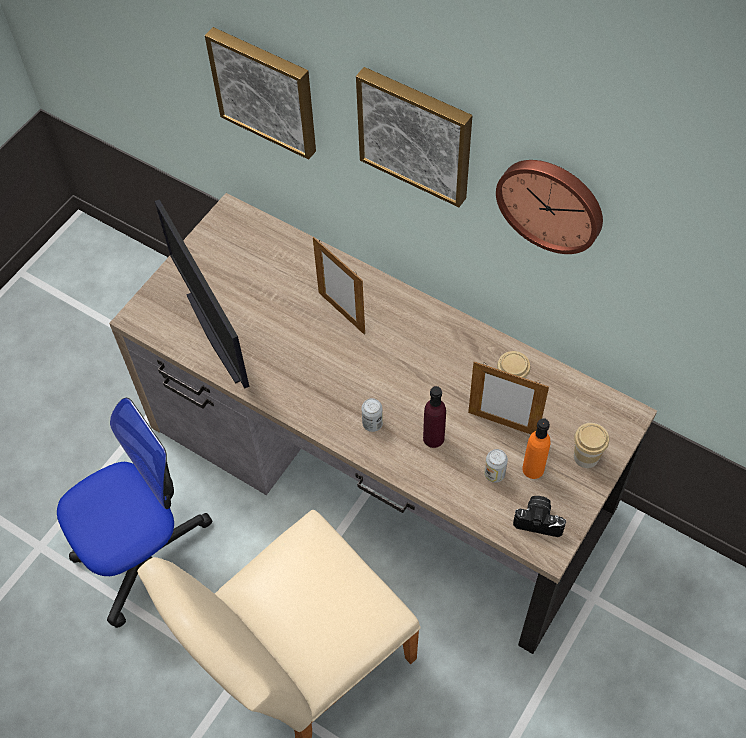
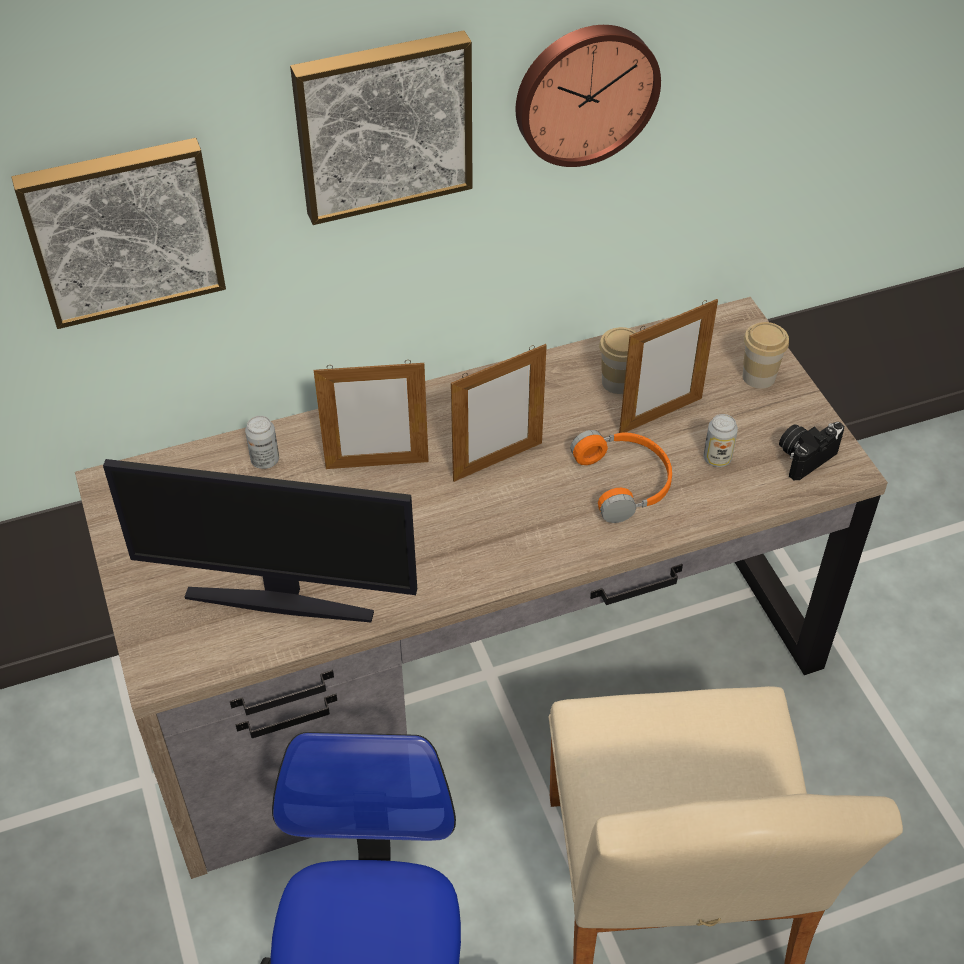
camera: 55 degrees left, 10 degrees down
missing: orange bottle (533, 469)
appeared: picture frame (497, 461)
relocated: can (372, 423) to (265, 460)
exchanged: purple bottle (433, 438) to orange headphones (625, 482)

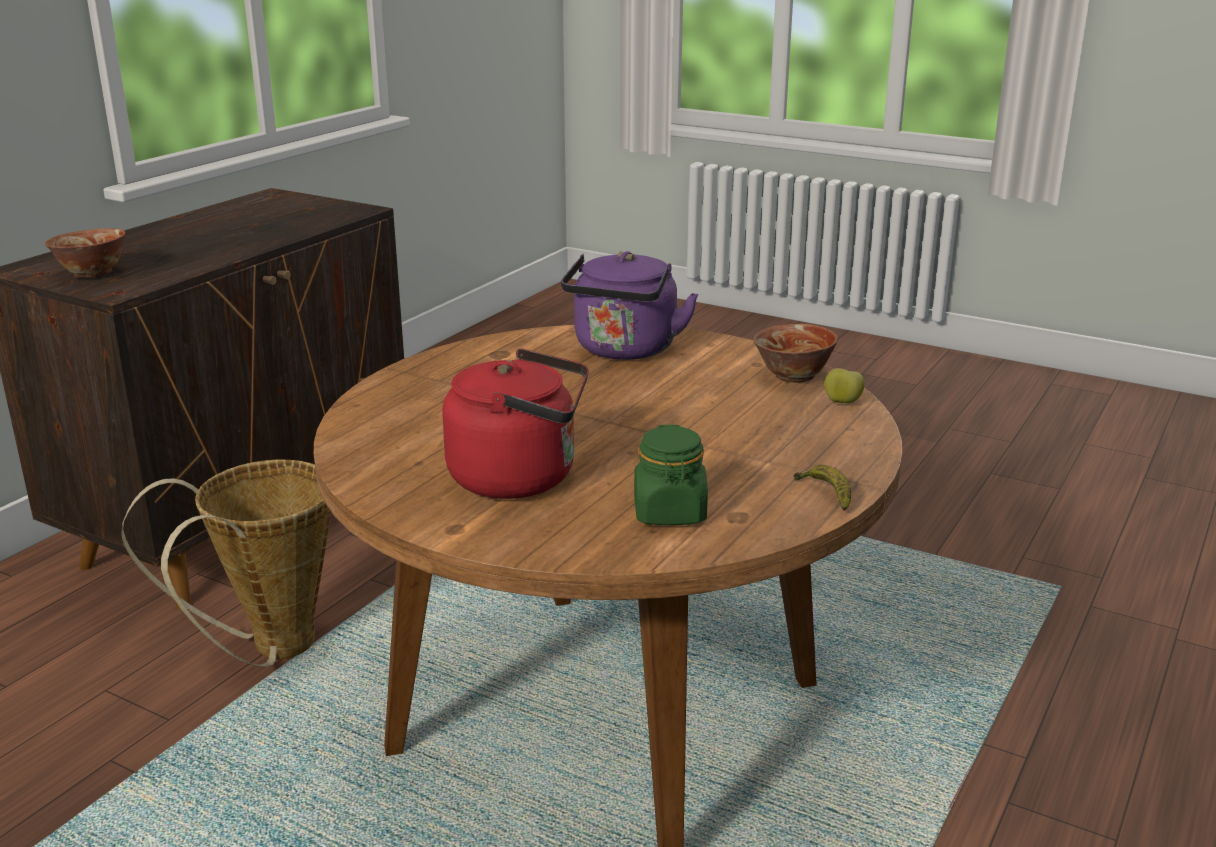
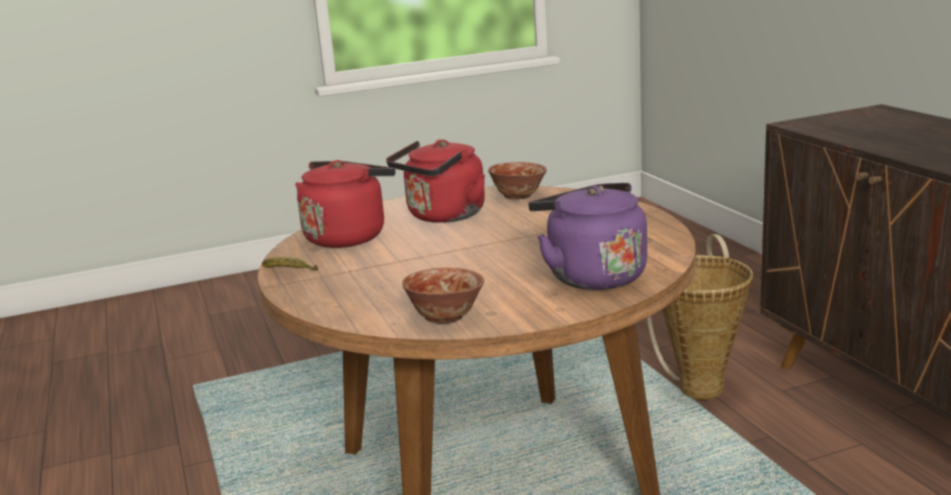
camera: 130 degrees right, 5 degrees down
missing: apple (842, 402)
relocated: bowl (92, 274) to (518, 196)
exchanged: green jar (670, 512) to red kettle (348, 236)

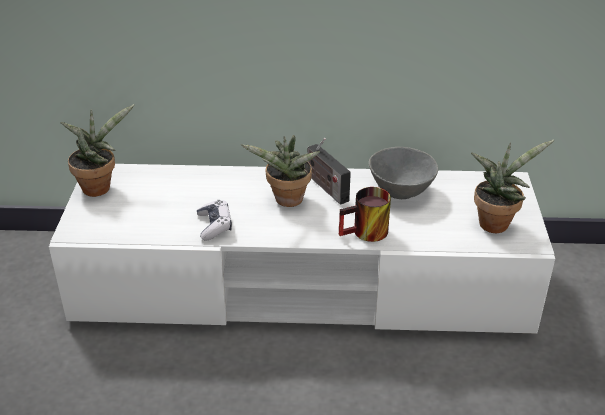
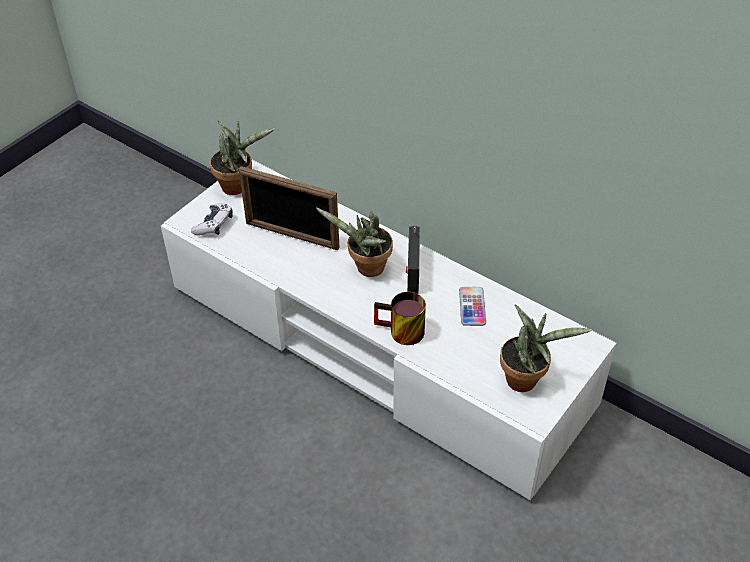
camera: 35 degrees right, 10 degrees up
appeared: picture frame (291, 236)
relocated: game controller (214, 226) to (214, 225)
exchanged: grey bowl (401, 192) to phone (472, 307)

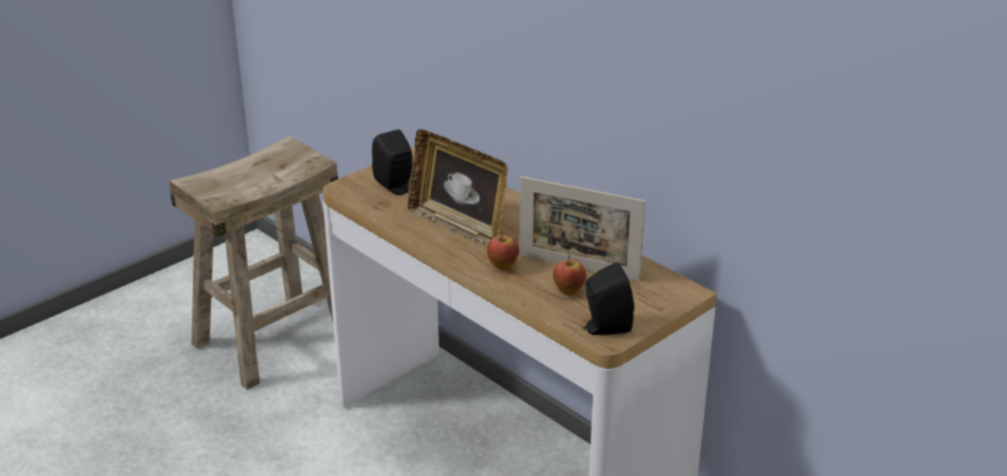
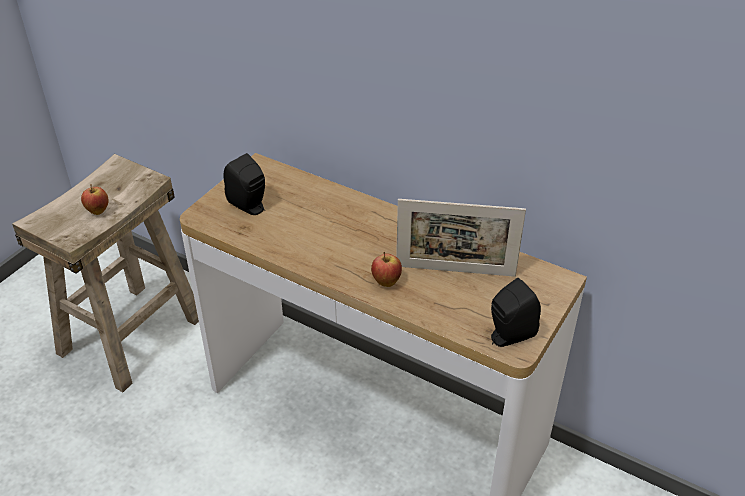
camera: 15 degrees left, 10 degrees up
missing: picture frame (459, 227)
relocated: apple (568, 291) to (98, 211)

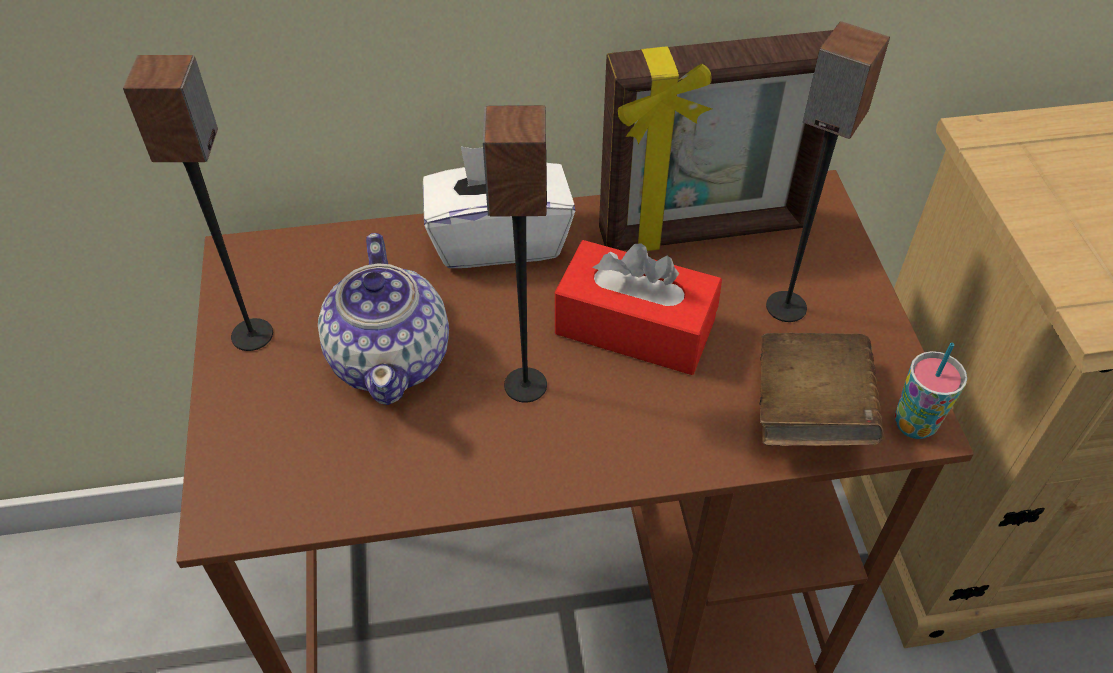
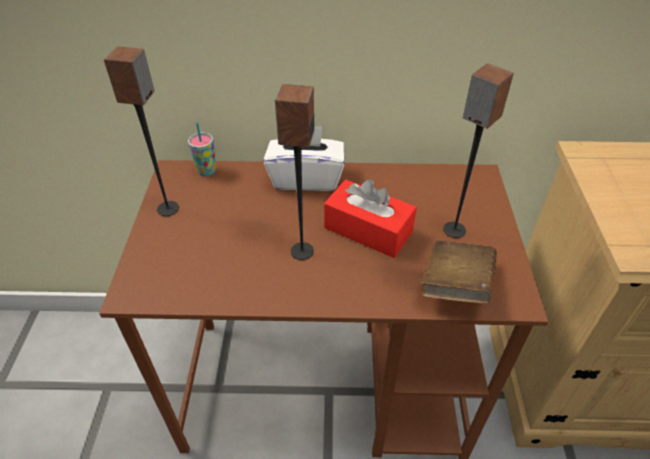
camera: 10 degrees right, 5 degrees down
missing: teapot (391, 358); picture frame (703, 232)
relocated: cup (914, 424) to (206, 171)

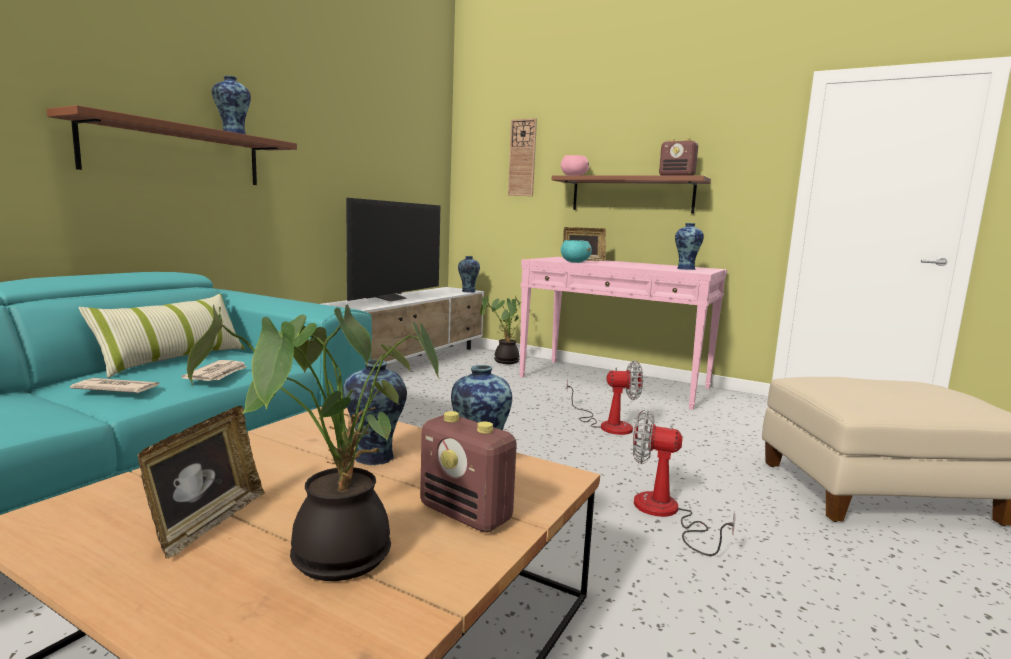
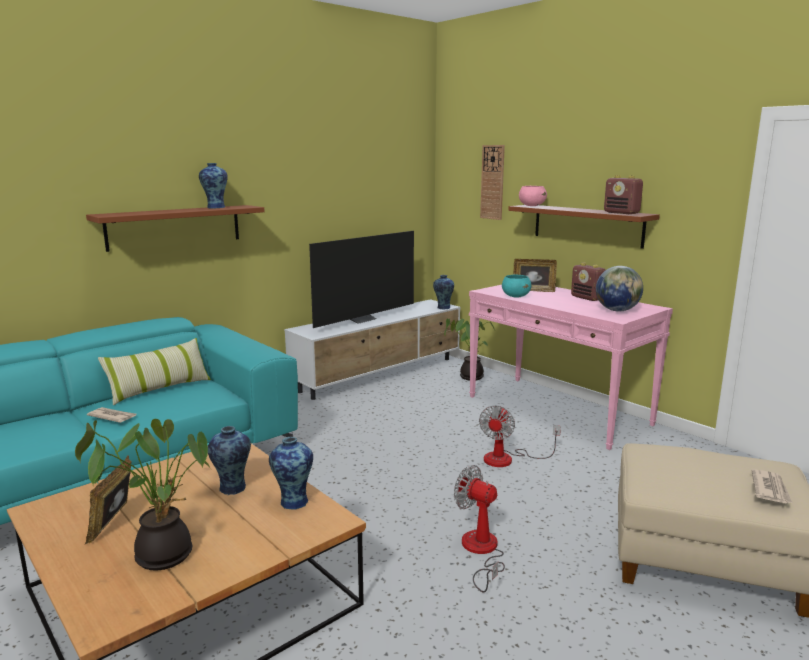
camera: 20 degrees right, 5 degrees up
relocated: radio (466, 514) to (587, 298); newspaper (218, 374) to (770, 489)
exchanged: vase (686, 269) to globe (617, 310)
spun: picture frame (207, 523) = (114, 523) 150 degrees clockwise; fan (607, 425) = (508, 459) 90 degrees clockwise

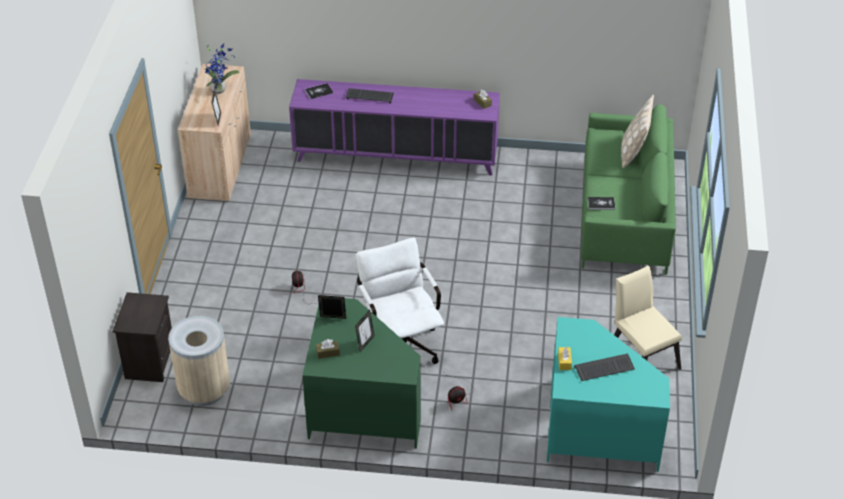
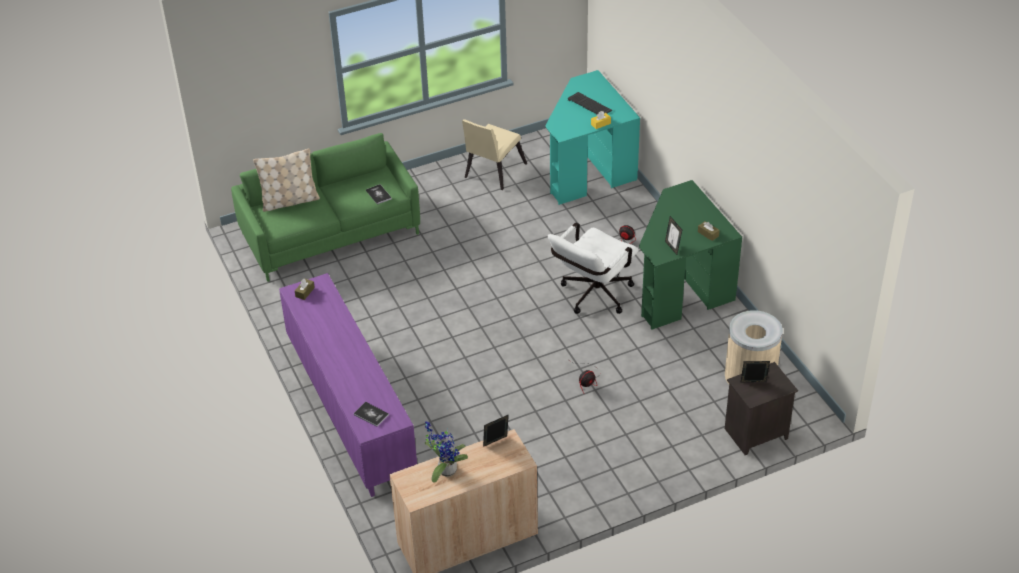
camera: 120 degrees left, 0 degrees up
missing: keyboard (370, 96)
relocated: picture frame (365, 343) to (753, 383)

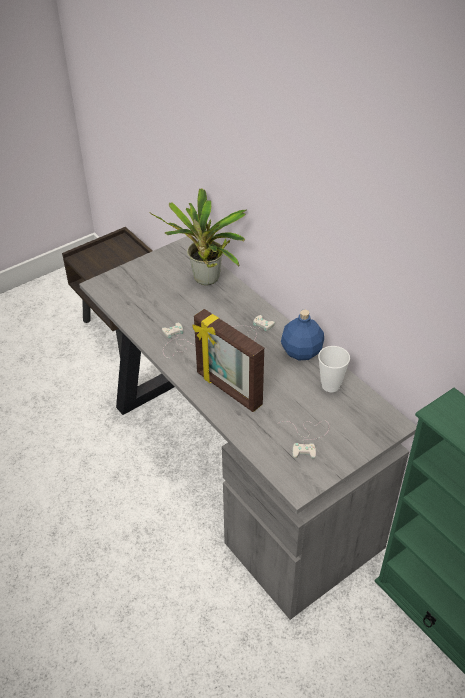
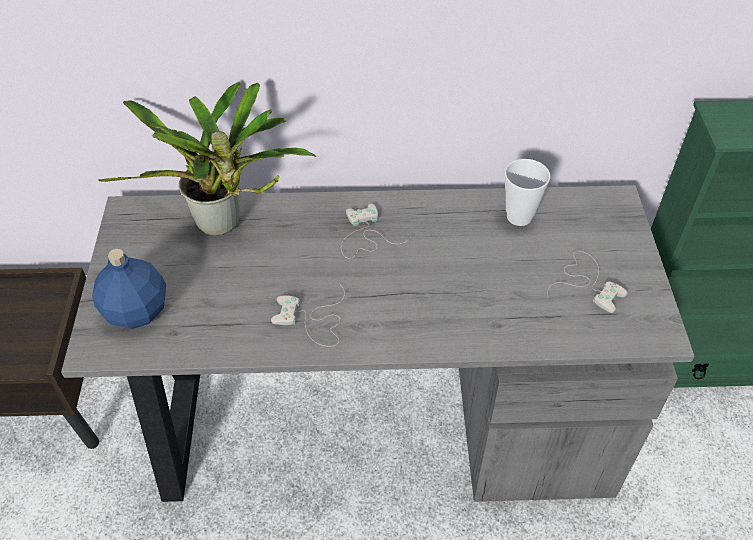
camera: 55 degrees left, 5 degrees up
missing: picture frame (228, 390)
relocated: blue bottle (301, 352) to (137, 312)

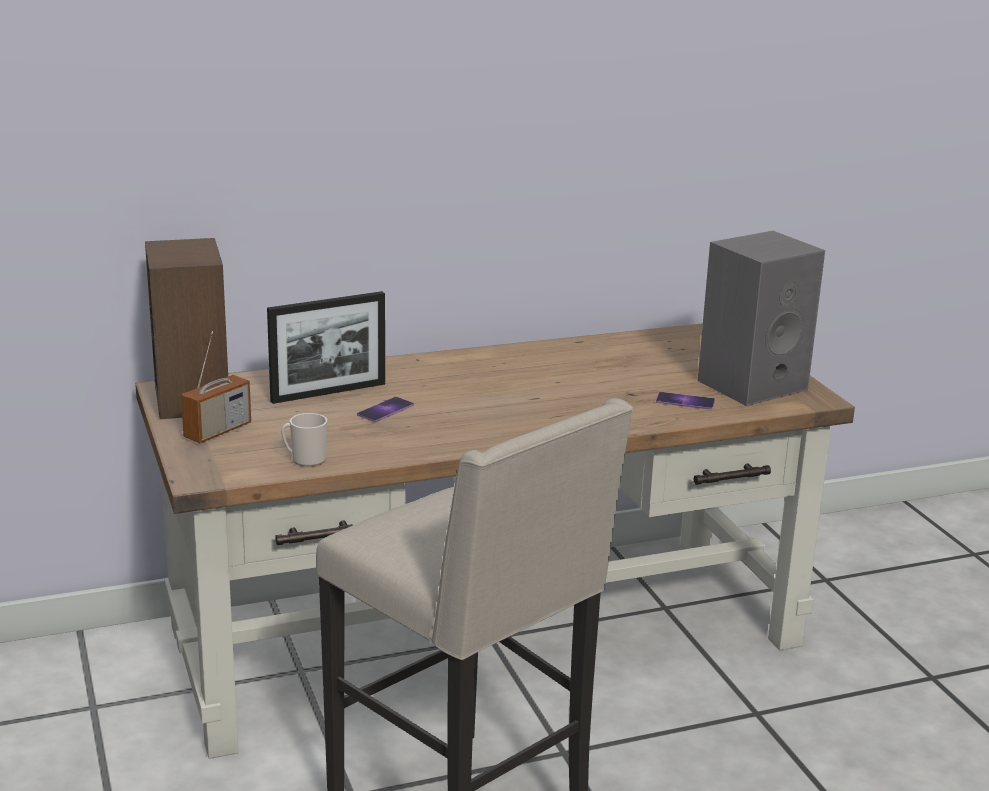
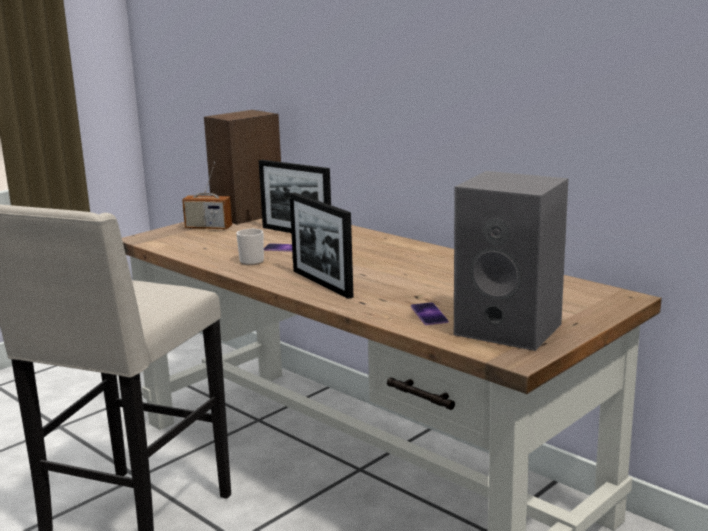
camera: 65 degrees right, 5 degrees down
appeared: picture frame (322, 283)
relocated: mug (305, 459) to (250, 260)

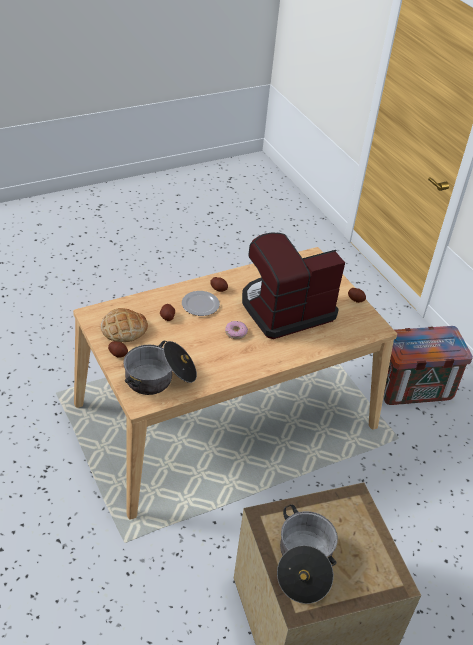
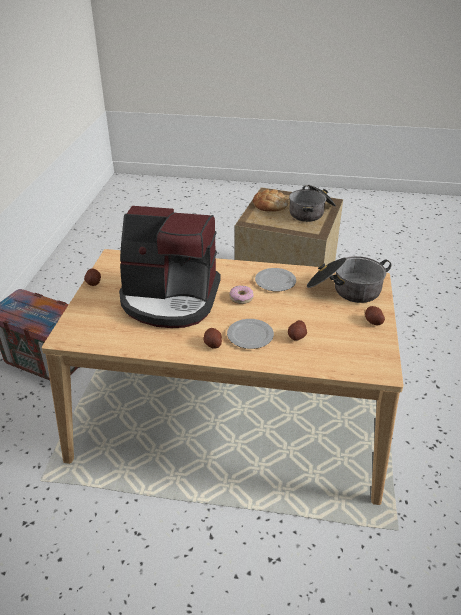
camera: 140 degrees left, 5 degrees down
appeared: plate (274, 281)
relocated: bread (123, 329) to (270, 205)

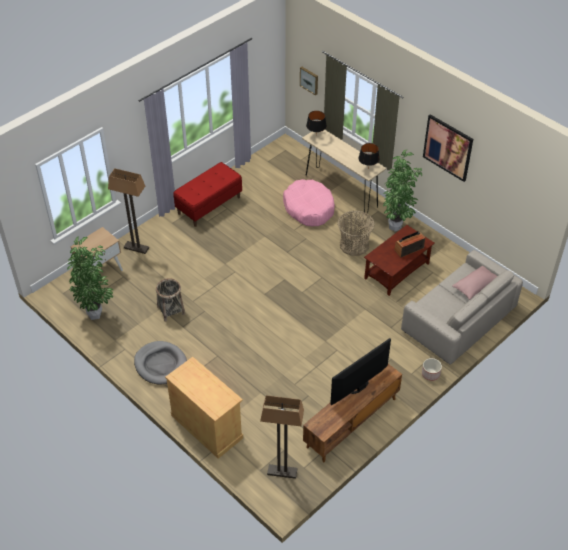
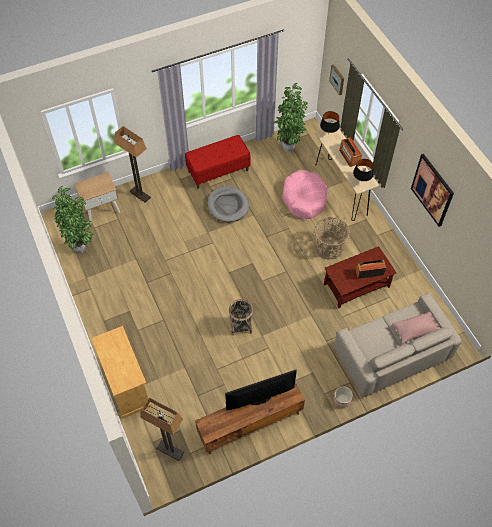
camera: 20 degrees right, 10 degrees up
appeared: radio (349, 156)
relocated: grey dog bed (160, 364) to (228, 205); basket (171, 310) to (241, 325); potted plant (396, 228) to (289, 149)

